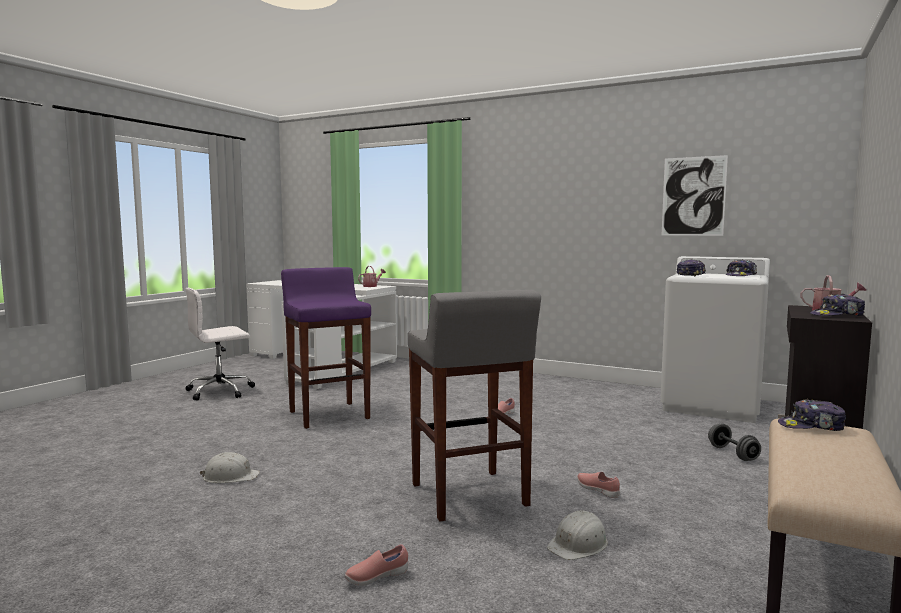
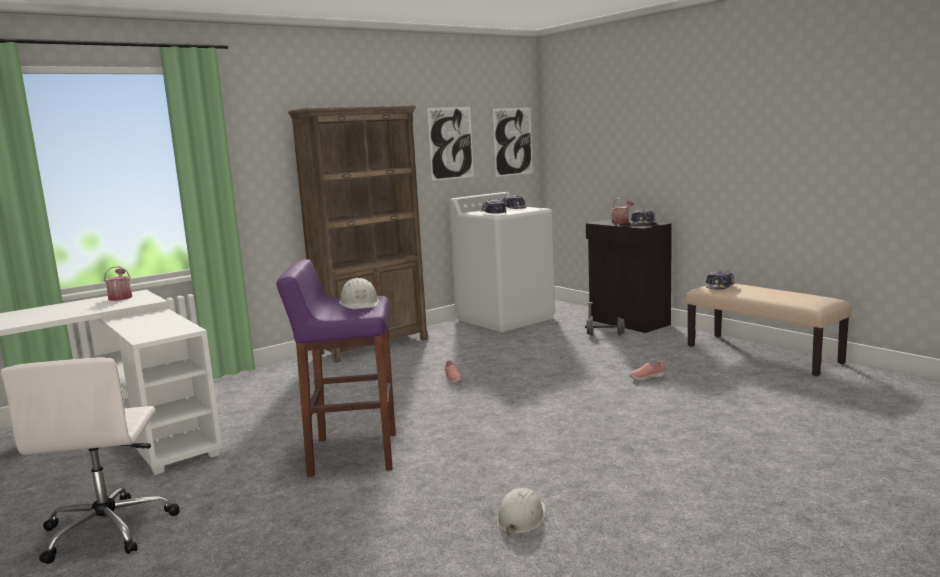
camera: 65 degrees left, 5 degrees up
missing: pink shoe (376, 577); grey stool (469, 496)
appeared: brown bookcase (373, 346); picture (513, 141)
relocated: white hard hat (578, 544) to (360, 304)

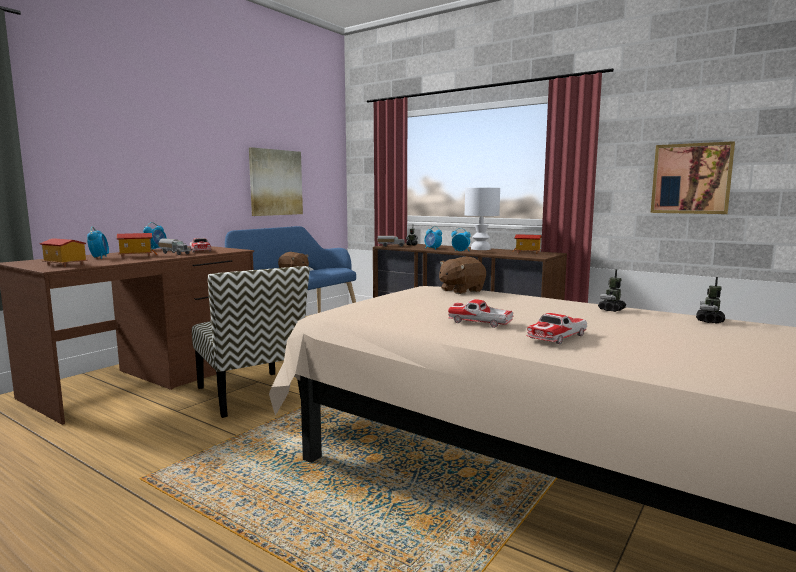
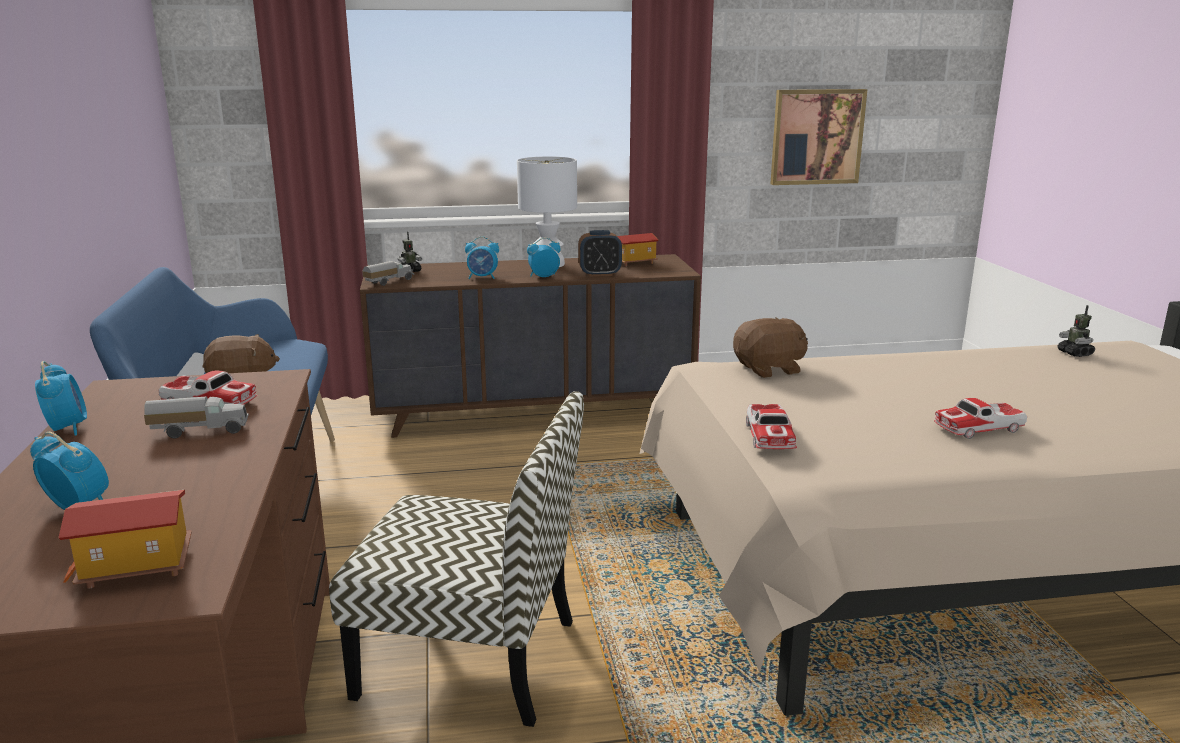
camera: 45 degrees left, 10 degrees up
missing: toy house (136, 256); picture (275, 182); toy robot (611, 309)
appeared: alarm clock (600, 274)
relocated: toy car (557, 337) to (769, 436)
spun: brown plush toy (461, 291) = (769, 369) 120 degrees counterclockwise

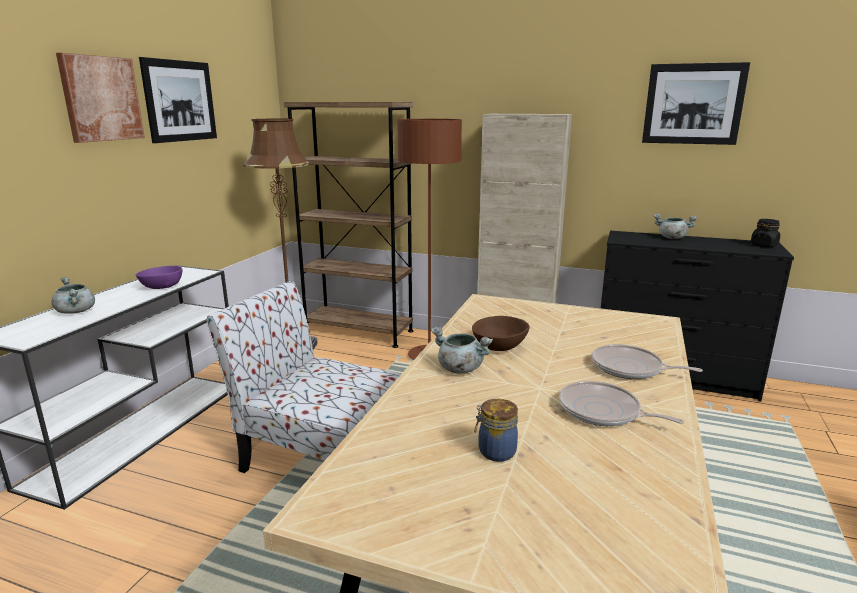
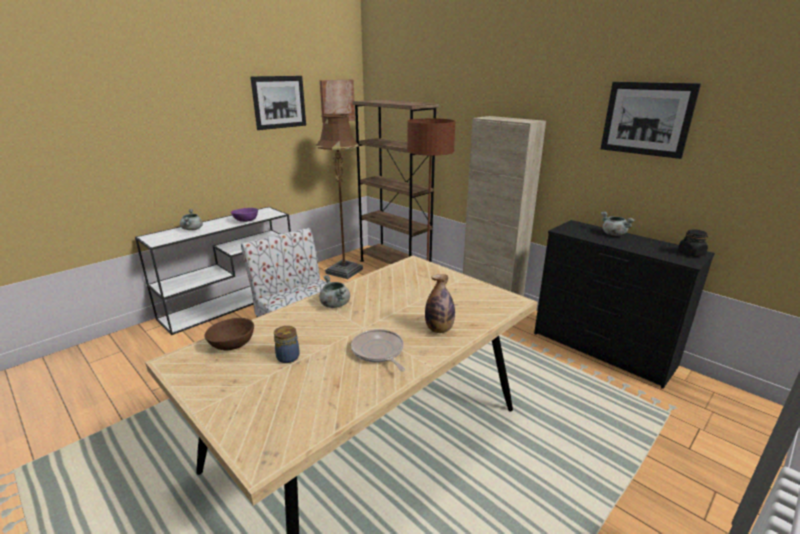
camera: 25 degrees right, 5 degrees up
relocated: brown bowl (500, 346) to (233, 345); picture (101, 99) to (337, 101)
exchanged: frying pan (630, 368) to bottle (439, 329)

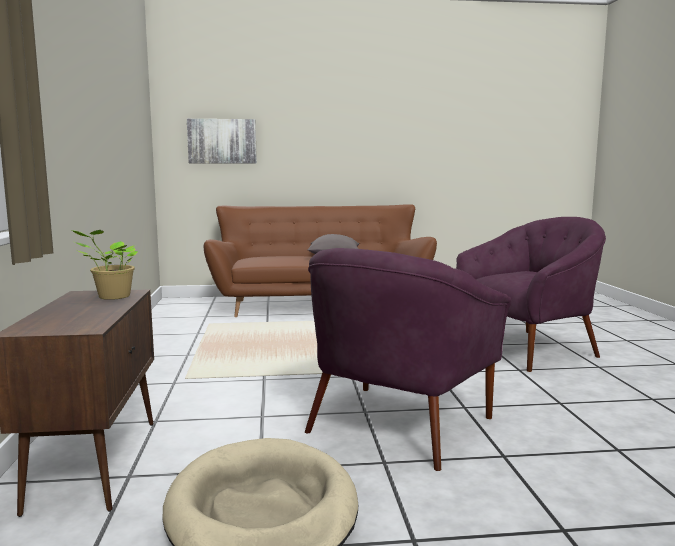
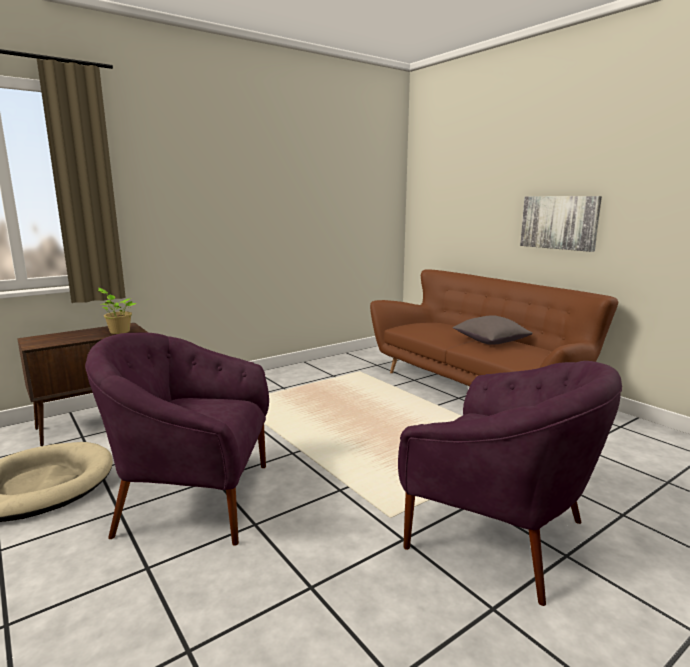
camera: 60 degrees right, 5 degrees up
relocated: picture (222, 141) to (559, 222)

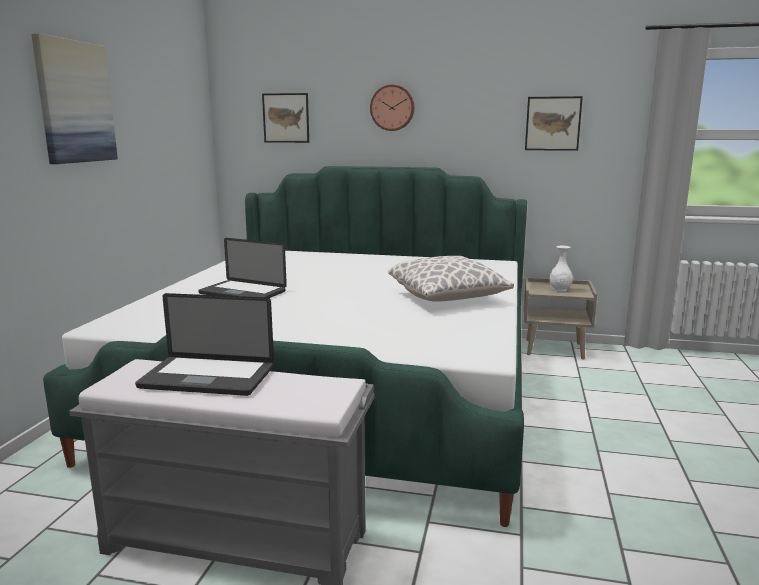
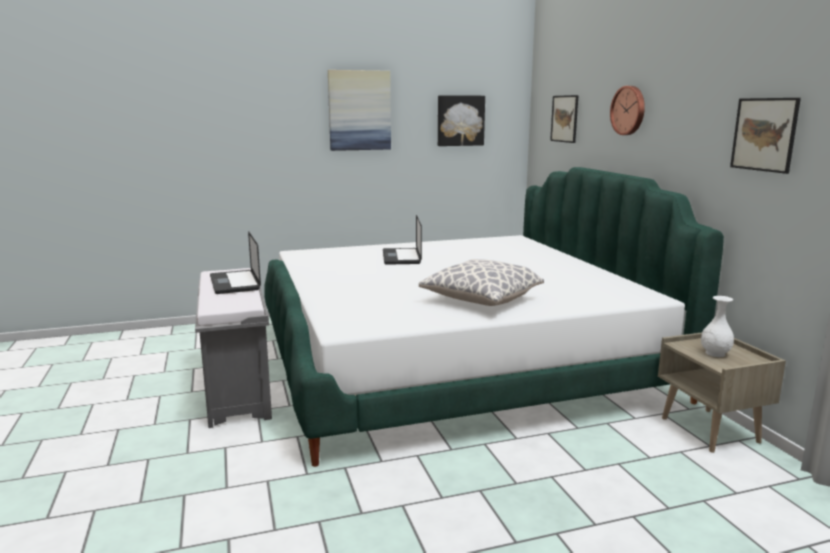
camera: 60 degrees right, 0 degrees up
appeared: picture (460, 120)

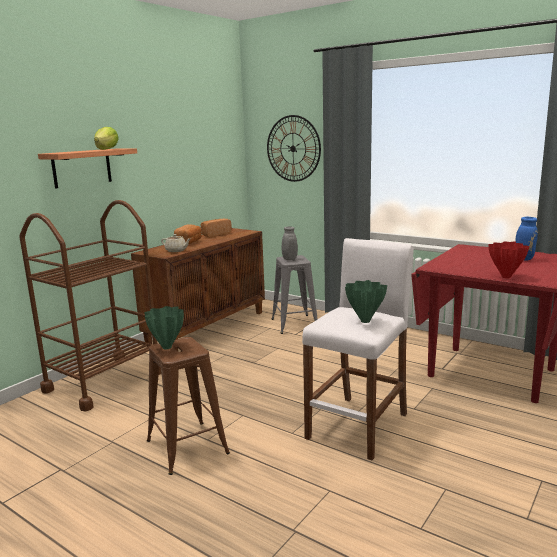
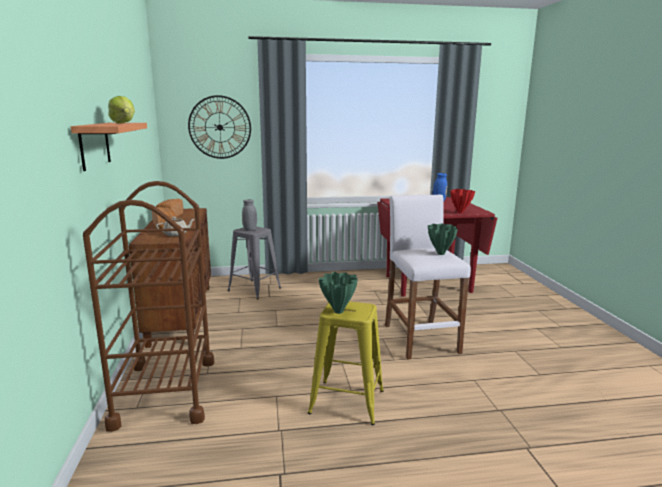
camera: 45 degrees left, 0 degrees up
colour: brown stool (187, 447) to yellow stool (347, 402)

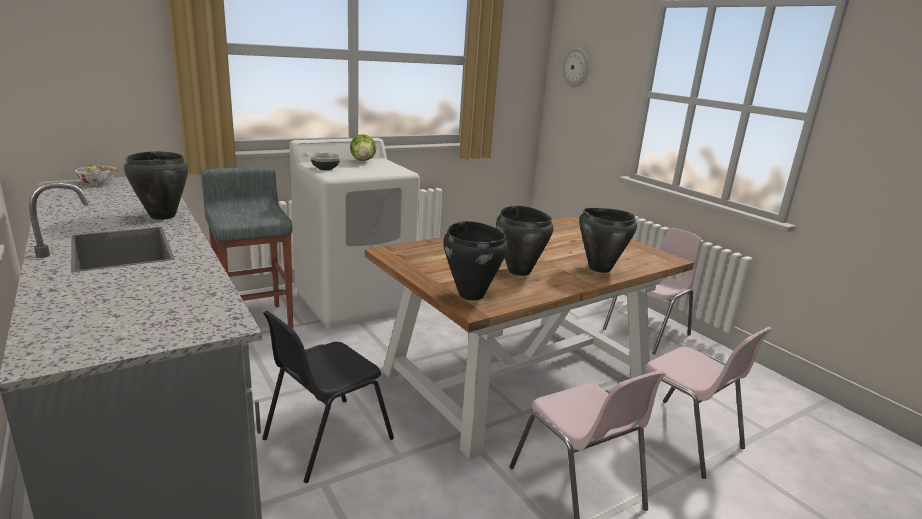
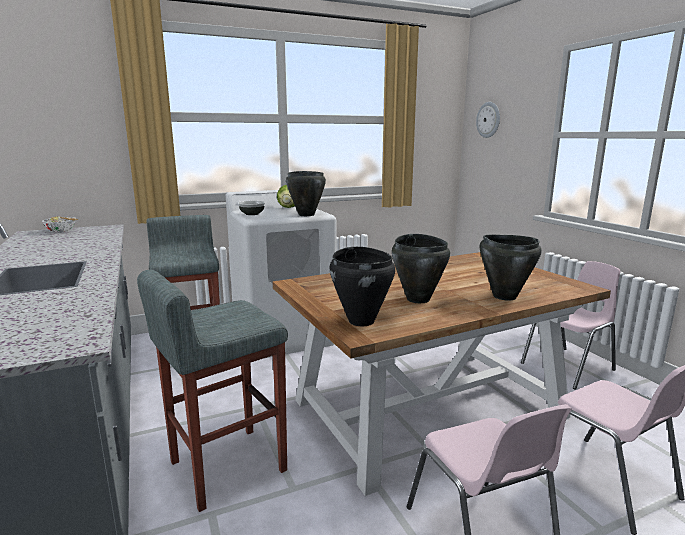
camera: 10 degrees right, 5 degrees down
relocated: black cooking pot (162, 216) to (306, 215)
exchanged: black chair (326, 439) to grey stool (225, 466)

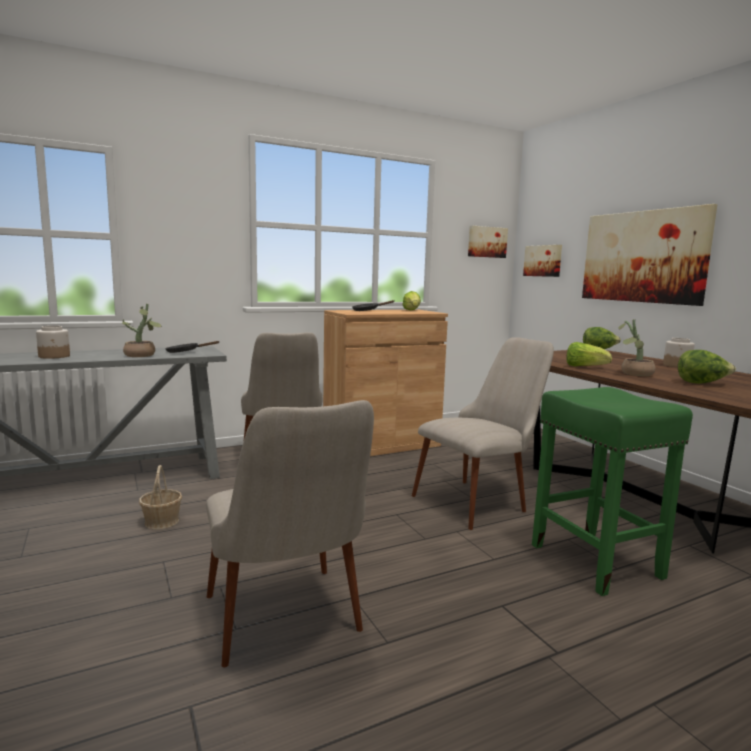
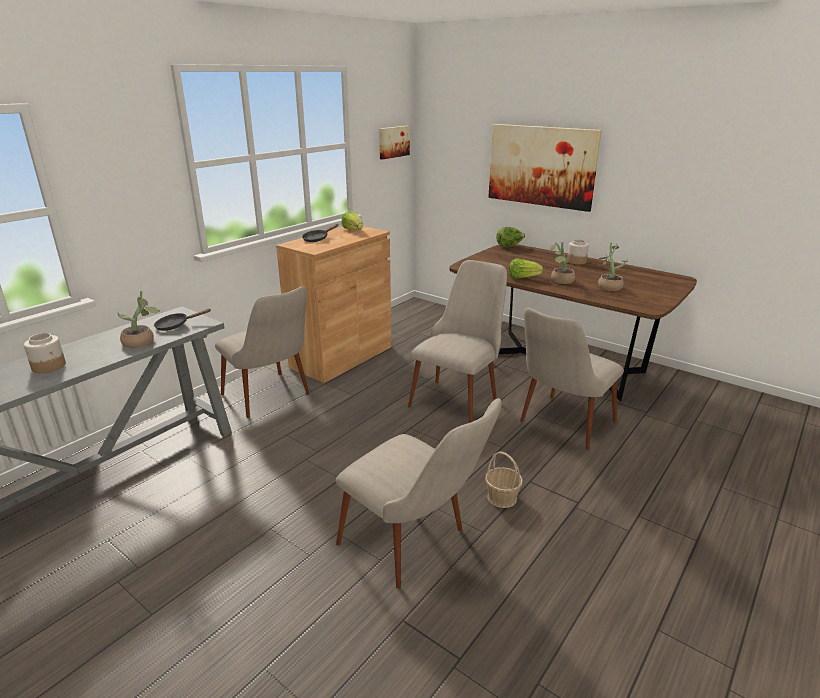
camera: 25 degrees left, 15 degrees up
missing: picture (543, 261)
relocated: basket (162, 521) to (502, 497)
exchanged: green stool (593, 560) to beige chair (560, 428); lettuce (701, 383) to potted plant (608, 286)

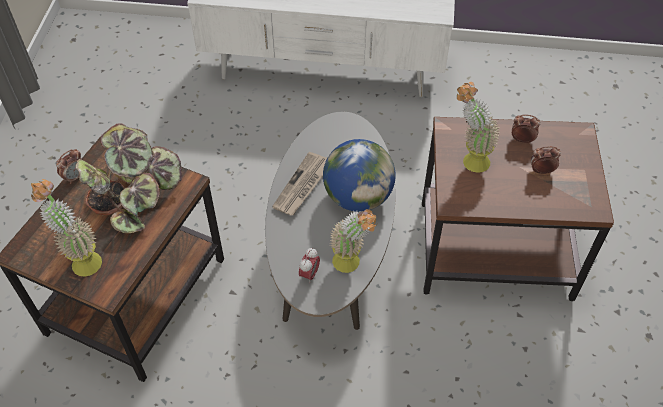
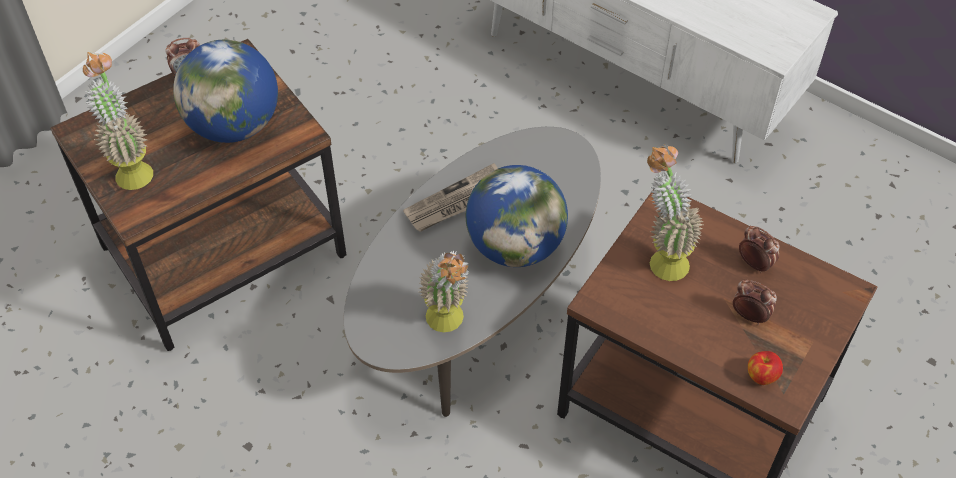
camera: 30 degrees right, 0 degrees up
missing: alarm clock (309, 274)
appeared: apple (761, 376)
exchanged: potted plant (135, 198) to globe (234, 125)

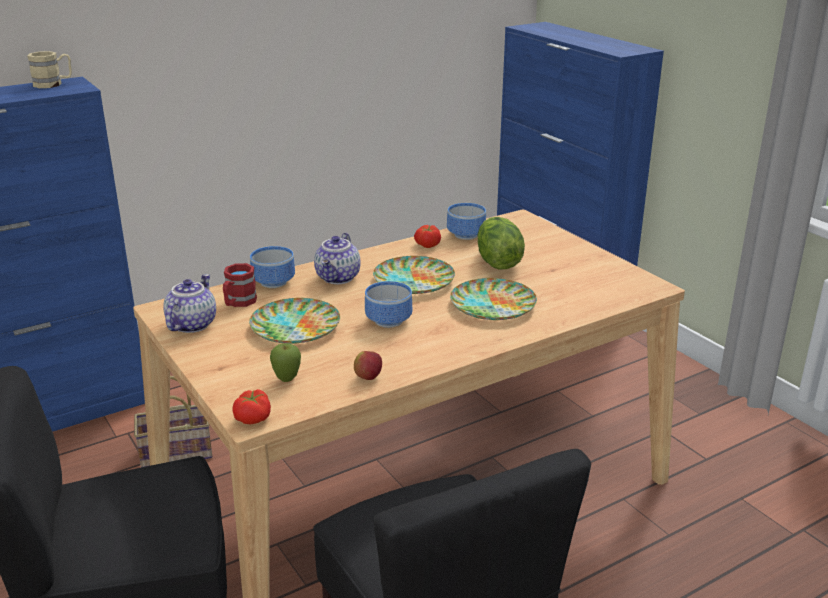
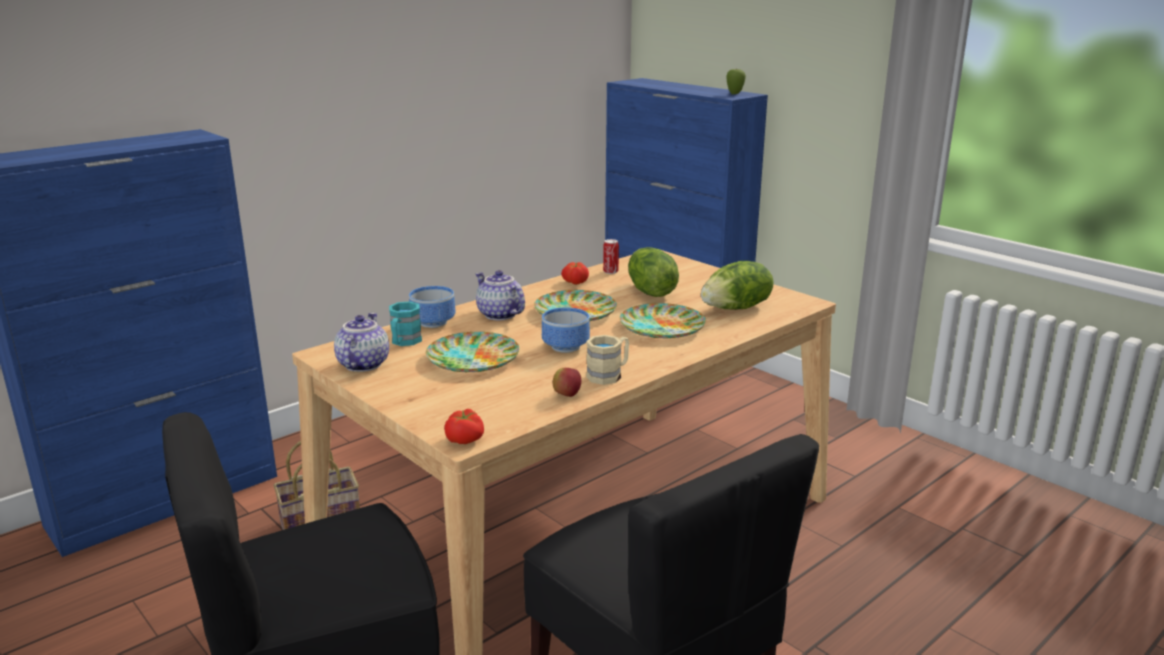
camera: 10 degrees left, 5 degrees down
appeared: lettuce (737, 308)
relocated: beige mug (53, 84) to (609, 375); apple (287, 380) to (734, 94)
exchanged: bowl (467, 235) to can (610, 271)
colour: red mug (238, 303) to turquoise mug (404, 342)
spun: teapot (339, 278) = (499, 315) 135 degrees clockwise

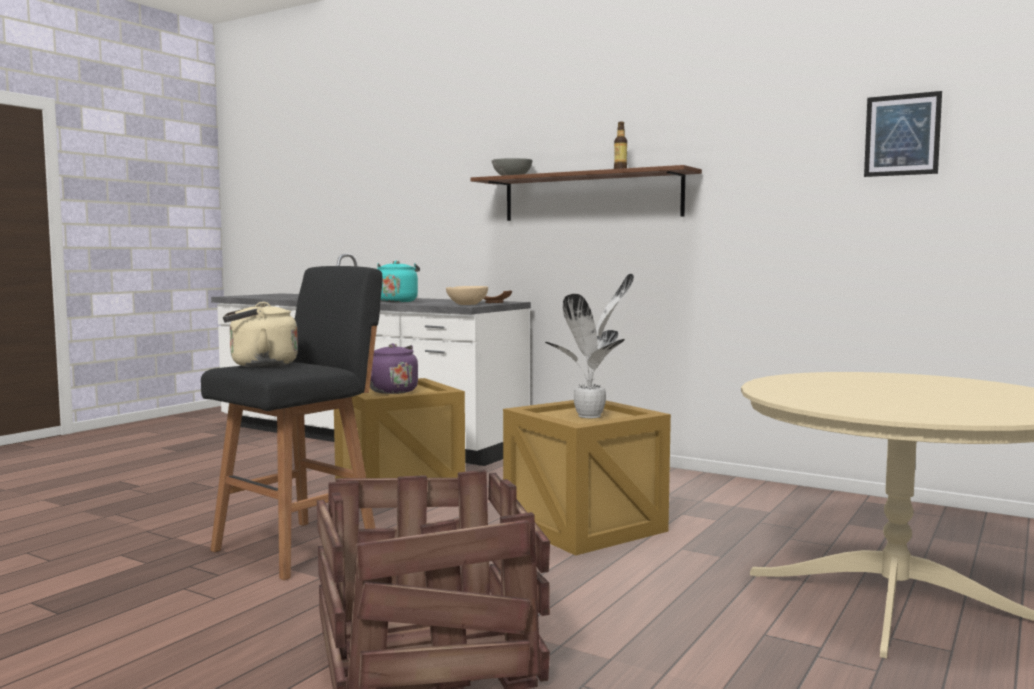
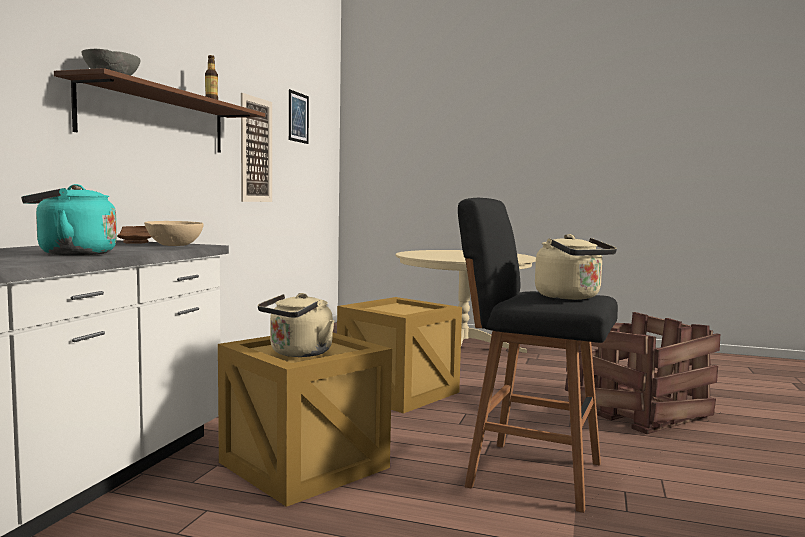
camera: 105 degrees left, 0 degrees up
missing: potted plant (592, 416)
appeared: picture (256, 150)
colour: purple kettle (390, 391) to beige kettle (298, 353)

